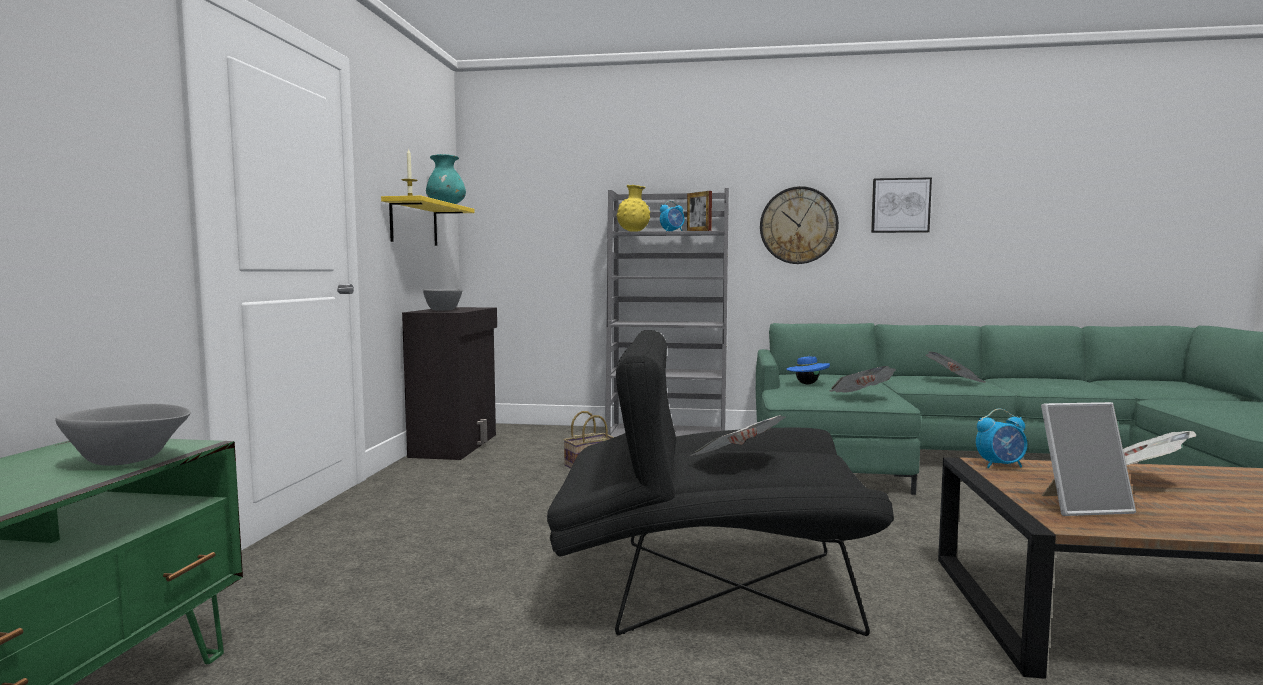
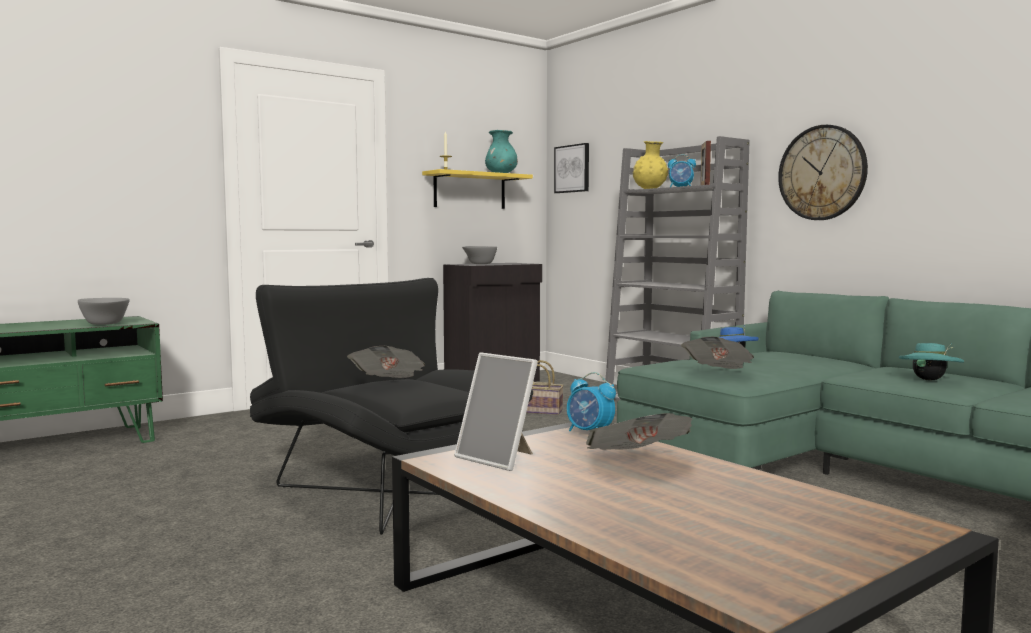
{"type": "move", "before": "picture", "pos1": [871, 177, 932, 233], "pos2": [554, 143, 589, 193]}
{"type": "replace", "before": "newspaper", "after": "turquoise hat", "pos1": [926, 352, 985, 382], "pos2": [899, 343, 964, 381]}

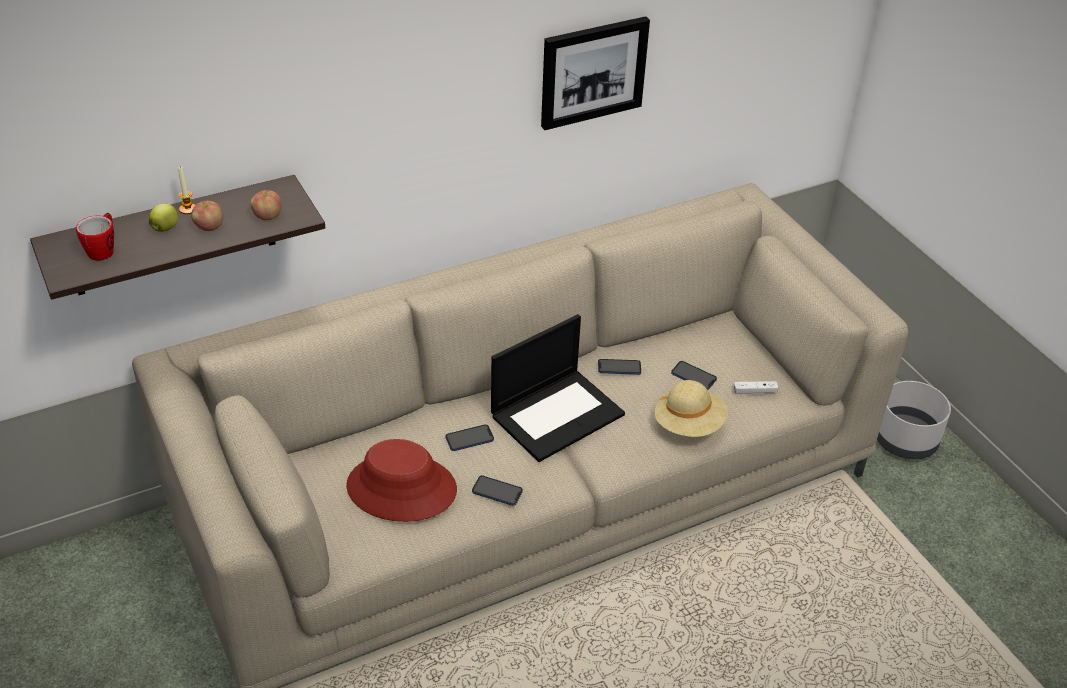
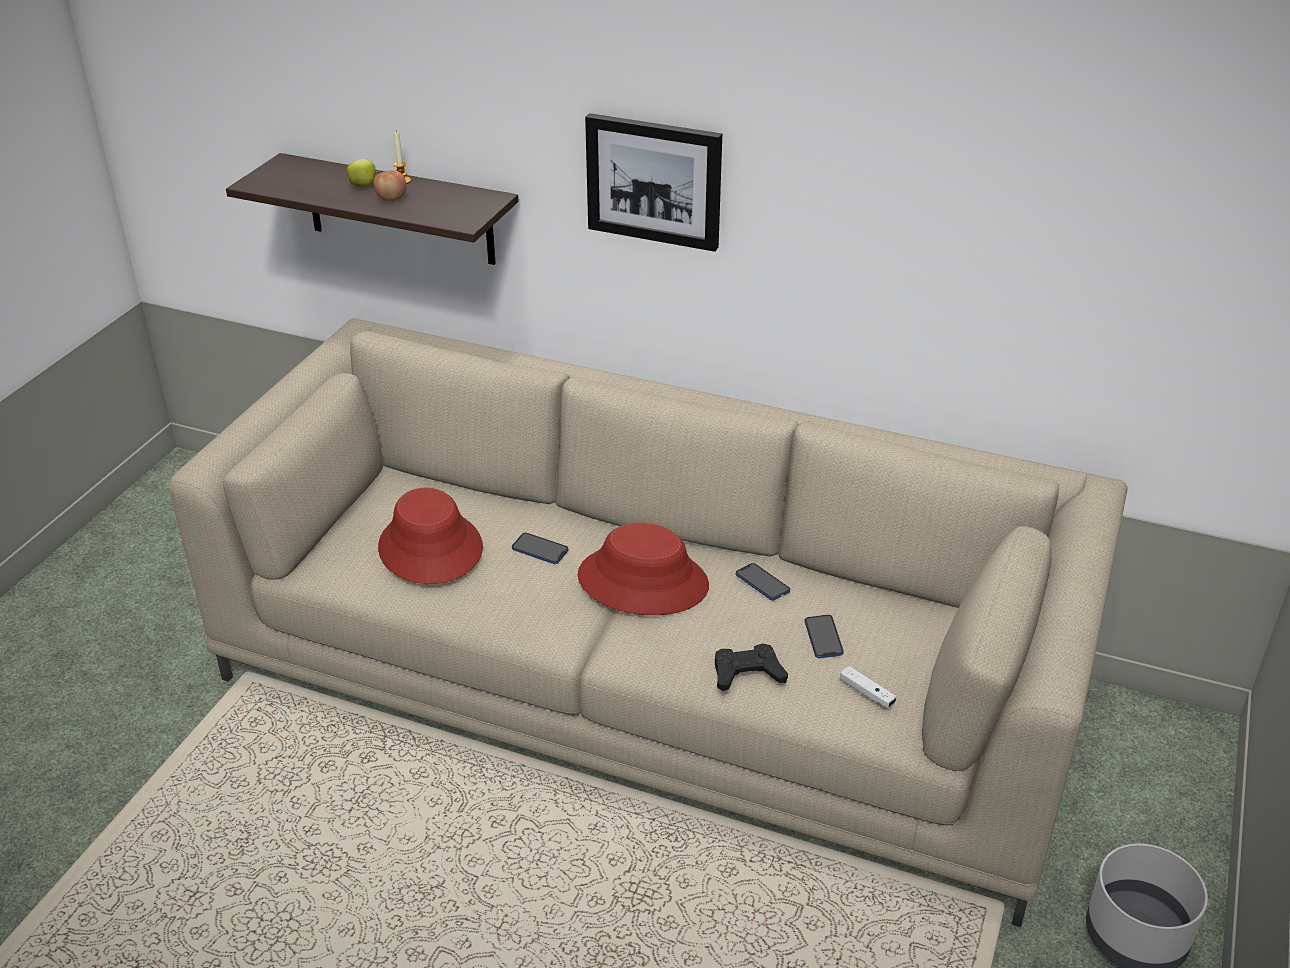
{"type": "move", "before": "picture", "pos1": [541, 16, 650, 130], "pos2": [585, 113, 722, 252]}
{"type": "delete", "before": "apple", "pos1": [250, 190, 282, 221]}
{"type": "delete", "before": "mug", "pos1": [76, 213, 114, 261]}
{"type": "replace", "before": "laptop", "after": "red hat", "pos1": [491, 314, 625, 462], "pos2": [578, 523, 709, 615]}
{"type": "replace", "before": "beige hat", "after": "black game controller", "pos1": [654, 380, 728, 437], "pos2": [715, 644, 788, 691]}
{"type": "delete", "before": "phone", "pos1": [472, 475, 523, 506]}

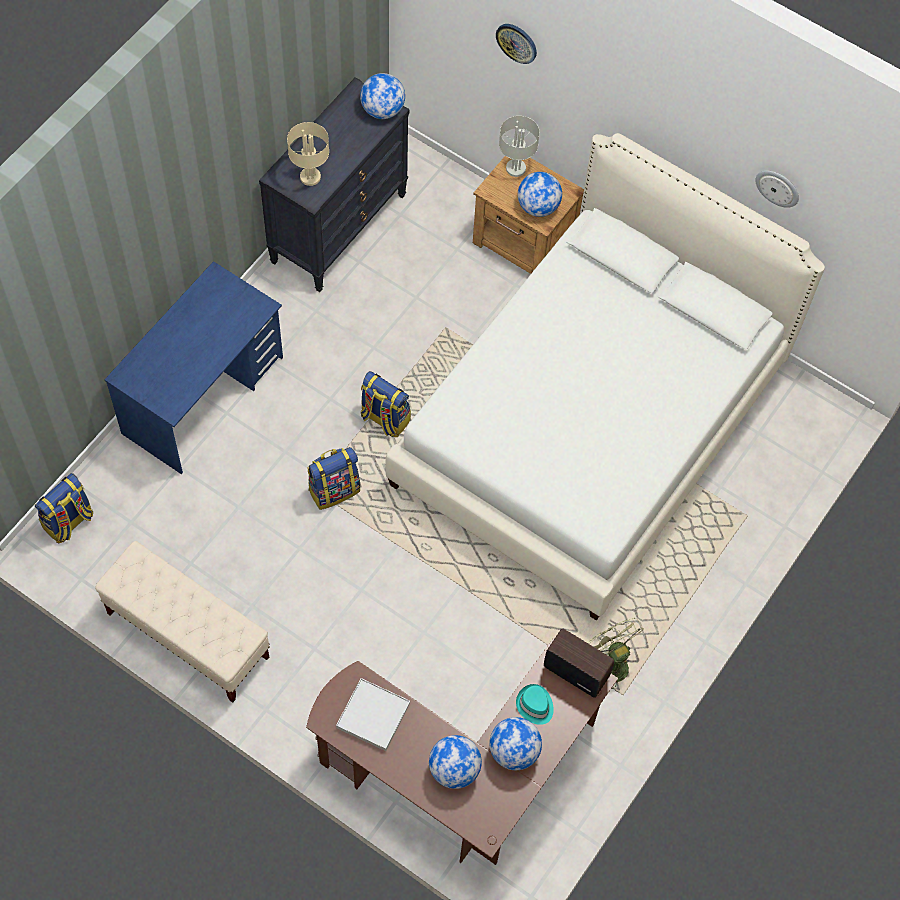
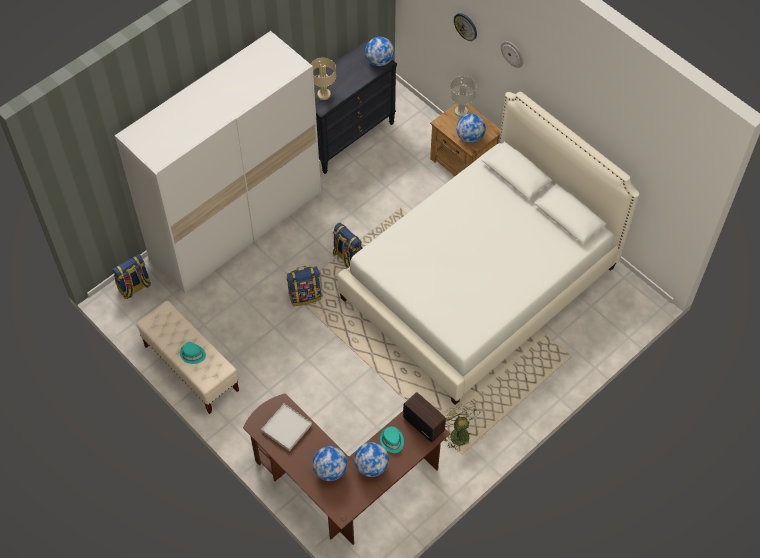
{"type": "move", "before": "wall clock", "pos1": [756, 171, 799, 208], "pos2": [501, 41, 523, 68]}
{"type": "replace", "before": "blue desk", "after": "white wardrobe", "pos1": [104, 261, 283, 474], "pos2": [115, 31, 321, 293]}
{"type": "insert", "after": "turquoise hat", "pos2": [180, 342, 206, 364]}

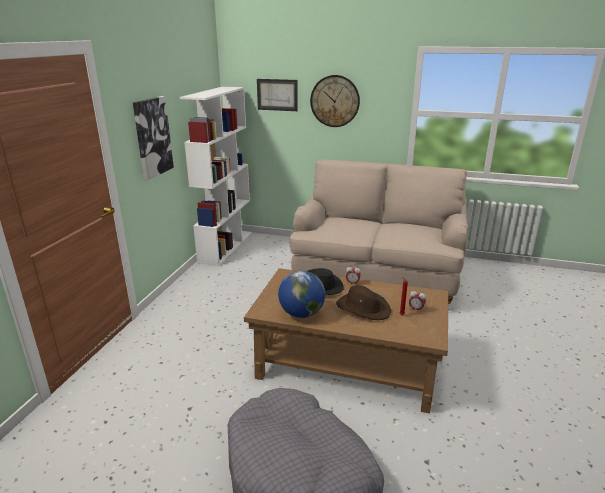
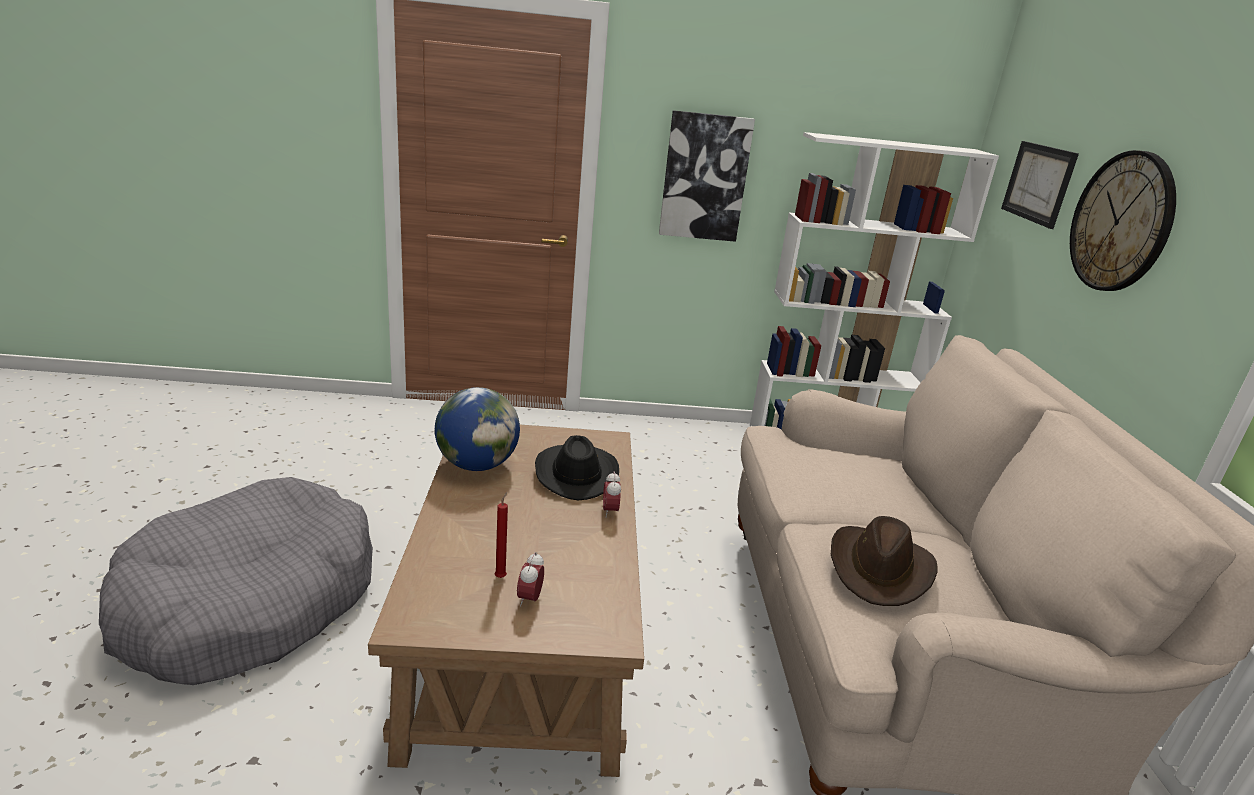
{"type": "move", "before": "brown hat", "pos1": [336, 285, 391, 320], "pos2": [831, 516, 938, 606]}

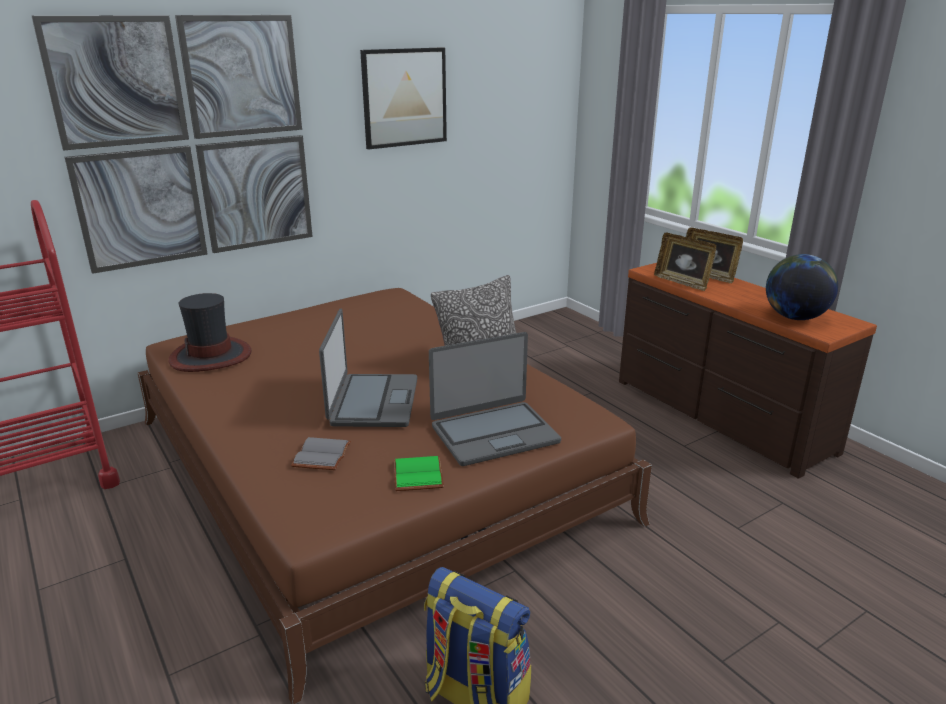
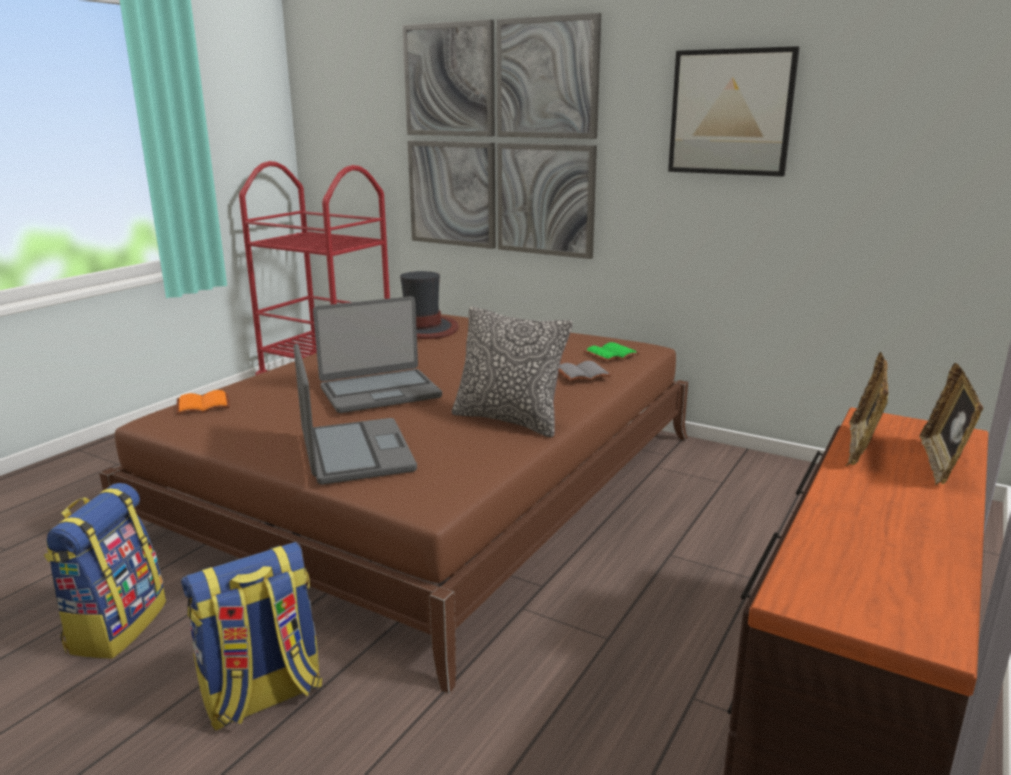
{"type": "delete", "before": "globe", "pos1": [766, 254, 838, 320]}
{"type": "rotate", "before": "laptop", "pos1": [429, 332, 561, 466], "pos2": [294, 343, 417, 485], "turn": -150}
{"type": "move", "before": "grey book", "pos1": [291, 437, 351, 470], "pos2": [559, 361, 612, 381]}
{"type": "move", "before": "green book", "pos1": [394, 456, 444, 491], "pos2": [584, 342, 640, 361]}
{"type": "insert", "after": "orange book", "pos2": [176, 390, 230, 415]}
{"type": "insert", "after": "backpack", "pos2": [181, 542, 322, 731]}

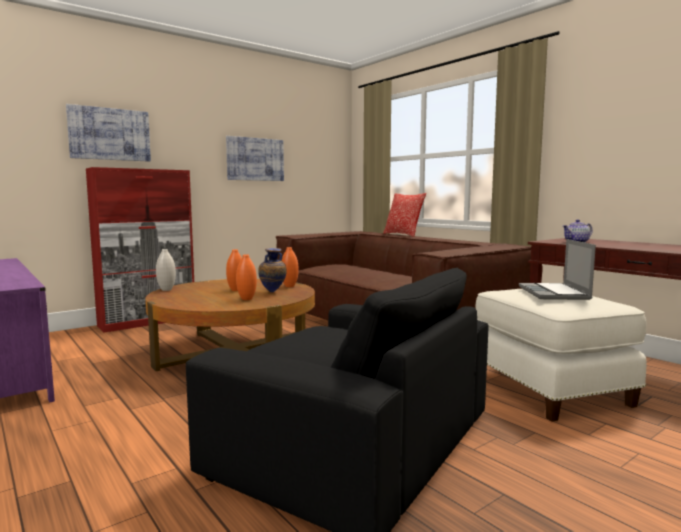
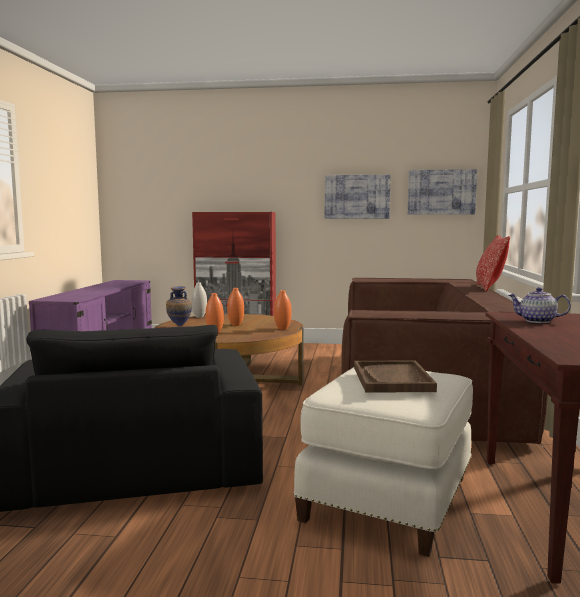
{"type": "move", "before": "picture", "pos1": [66, 104, 151, 162], "pos2": [408, 169, 477, 215]}
{"type": "replace", "before": "laptop", "after": "brown tray", "pos1": [519, 239, 596, 300], "pos2": [354, 361, 437, 392]}
{"type": "move", "before": "vase", "pos1": [258, 248, 287, 292], "pos2": [166, 286, 192, 326]}

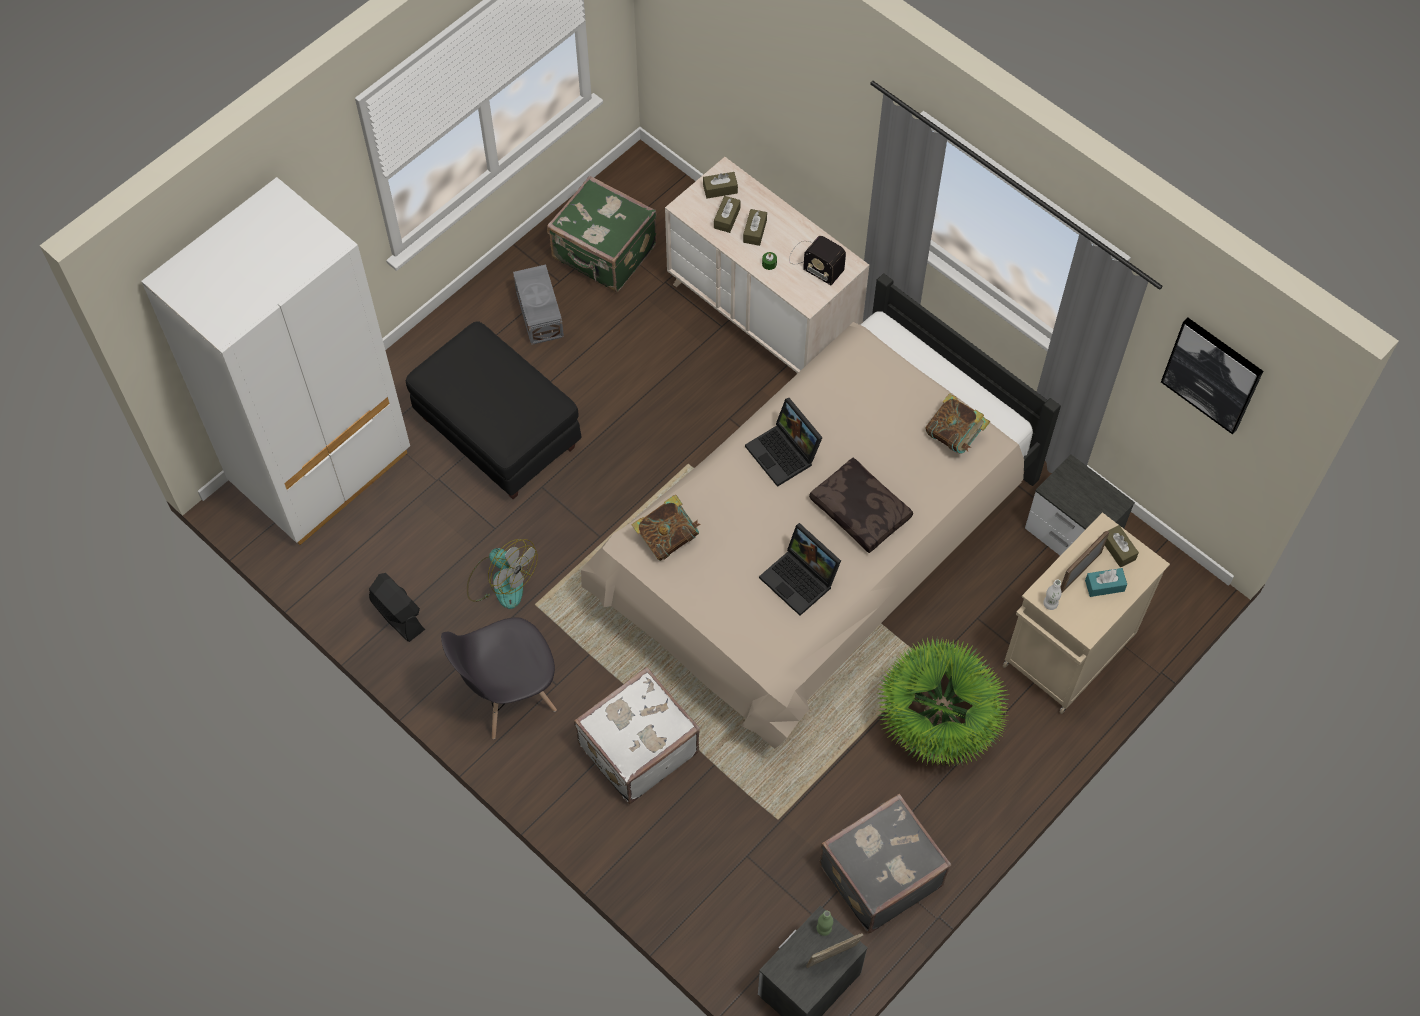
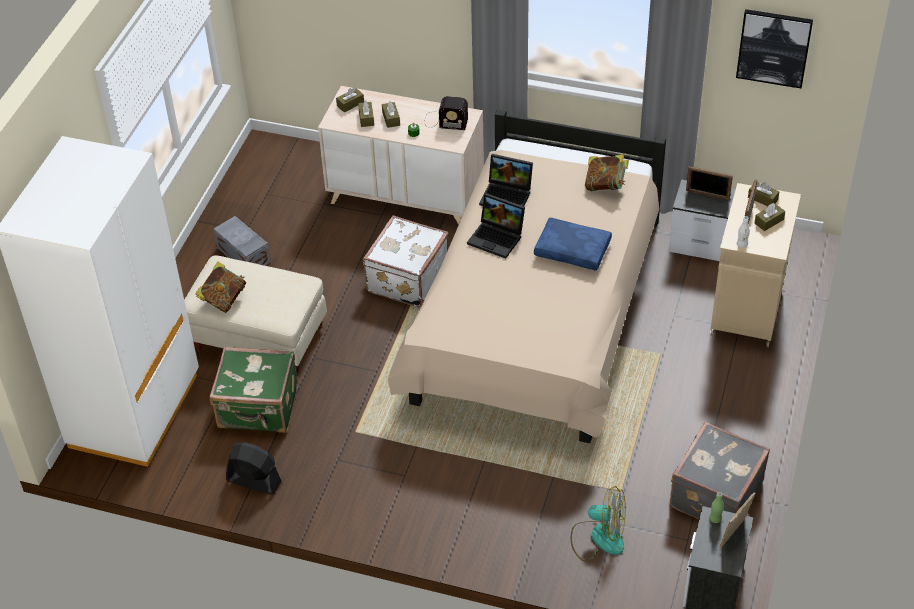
{"type": "move", "before": "green suitcase", "pos1": [547, 175, 657, 292], "pos2": [210, 347, 298, 433]}
{"type": "recolor", "before": "black ottoman", "after": "beige ottoman", "pos1": [406, 321, 581, 499], "pos2": [184, 255, 327, 373]}
{"type": "recolor", "before": "brown pillow", "after": "blue pillow", "pos1": [809, 457, 913, 553], "pos2": [534, 217, 612, 271]}
{"type": "move", "before": "book", "pos1": [631, 495, 701, 561], "pos2": [195, 261, 246, 313]}
{"type": "move", "before": "laptop", "pos1": [759, 523, 841, 616], "pos2": [479, 154, 533, 206]}
{"type": "move", "before": "fan", "pos1": [467, 539, 538, 609], "pos2": [571, 486, 626, 562]}
{"type": "recolor", "before": "turquoise tissue box", "after": "brown tissue box", "pos1": [1085, 568, 1127, 597], "pos2": [755, 203, 785, 231]}
{"type": "delete", "before": "grey chair", "pos1": [441, 617, 557, 739]}
{"type": "delete", "before": "potted plant", "pos1": [878, 638, 1010, 766]}
{"type": "move", "before": "white suitcase", "pos1": [574, 667, 700, 804], "pos2": [363, 215, 448, 308]}
{"type": "insert", "after": "picture frame", "pos2": [686, 166, 733, 200]}

